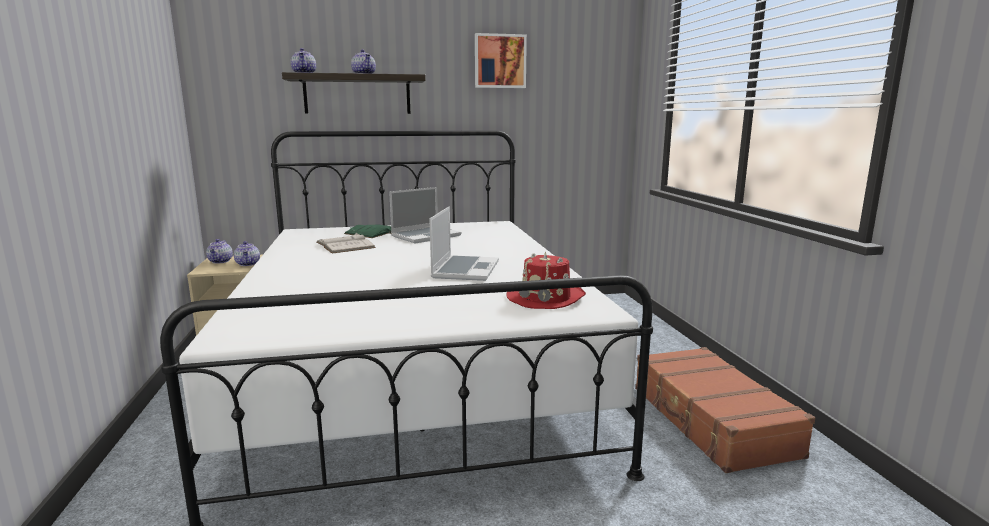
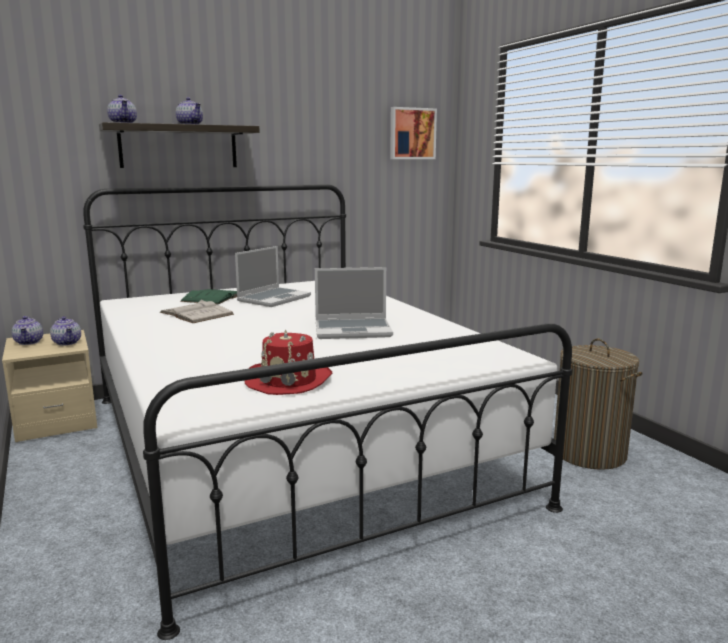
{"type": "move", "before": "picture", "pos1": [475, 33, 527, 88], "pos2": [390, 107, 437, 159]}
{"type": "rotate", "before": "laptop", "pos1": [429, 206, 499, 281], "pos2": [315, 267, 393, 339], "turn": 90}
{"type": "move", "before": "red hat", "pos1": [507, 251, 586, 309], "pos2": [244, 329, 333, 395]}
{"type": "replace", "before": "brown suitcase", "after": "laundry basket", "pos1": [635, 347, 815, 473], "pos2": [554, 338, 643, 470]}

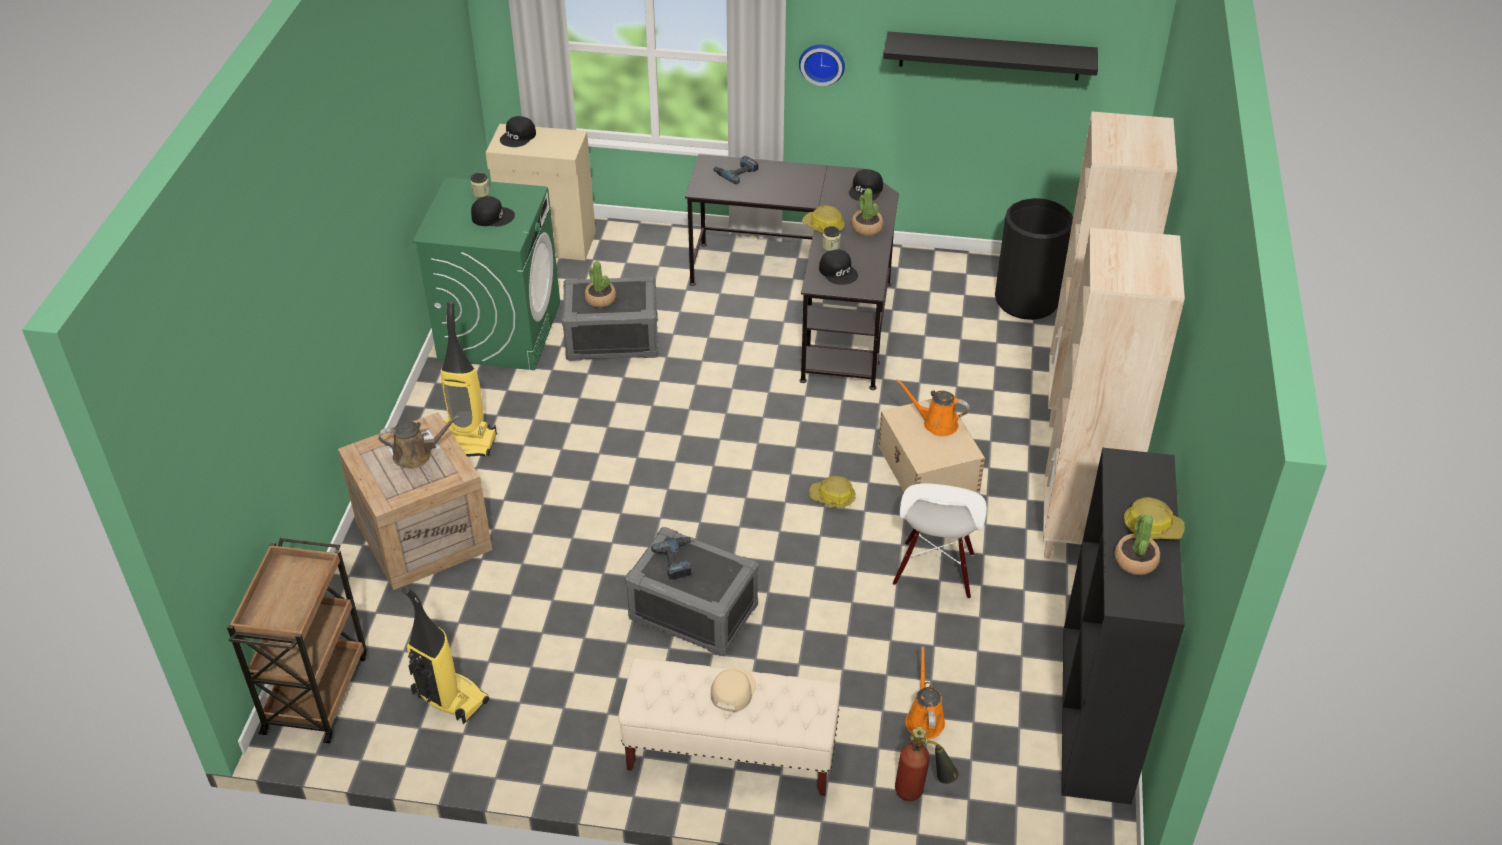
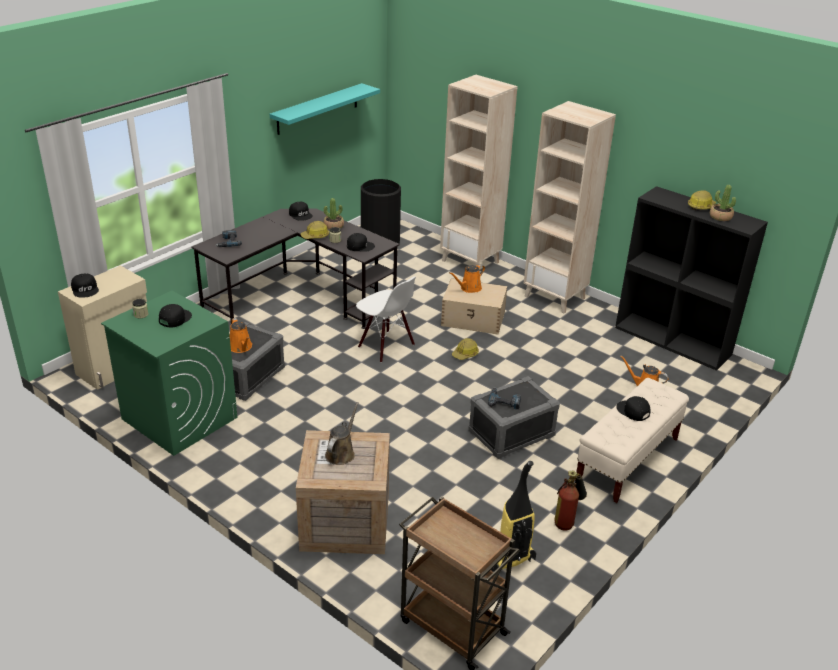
{"type": "recolor", "before": "black shelf", "after": "turquoise shelf", "pos1": [883, 31, 1098, 80], "pos2": [270, 83, 380, 135]}
{"type": "delete", "before": "wall clock", "pos1": [799, 45, 845, 86]}
{"type": "replace", "before": "potted plant", "after": "orange watering can", "pos1": [585, 261, 616, 308], "pos2": [230, 318, 252, 353]}
{"type": "delete", "before": "vacuum cleaner", "pos1": [441, 302, 497, 457]}
{"type": "move", "before": "white chair", "pos1": [893, 483, 987, 599], "pos2": [356, 277, 416, 363]}
{"type": "recolor", "before": "beige cap", "after": "black cap", "pos1": [711, 668, 756, 712], "pos2": [616, 396, 651, 421]}
{"type": "move", "before": "fire extinguisher", "pos1": [895, 727, 959, 801], "pos2": [554, 470, 587, 530]}

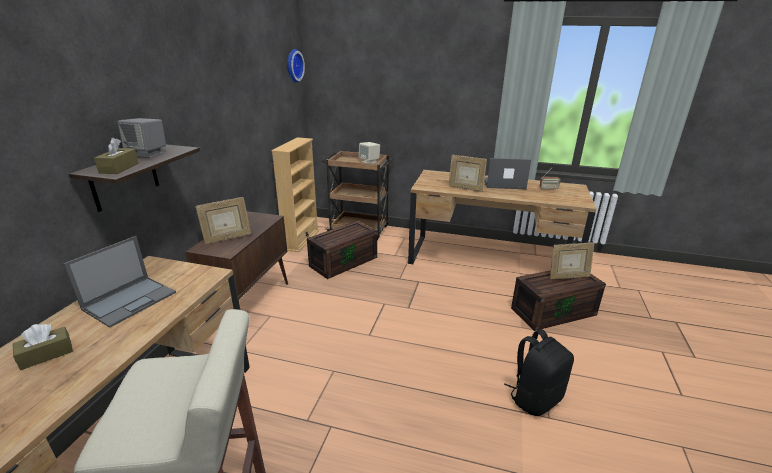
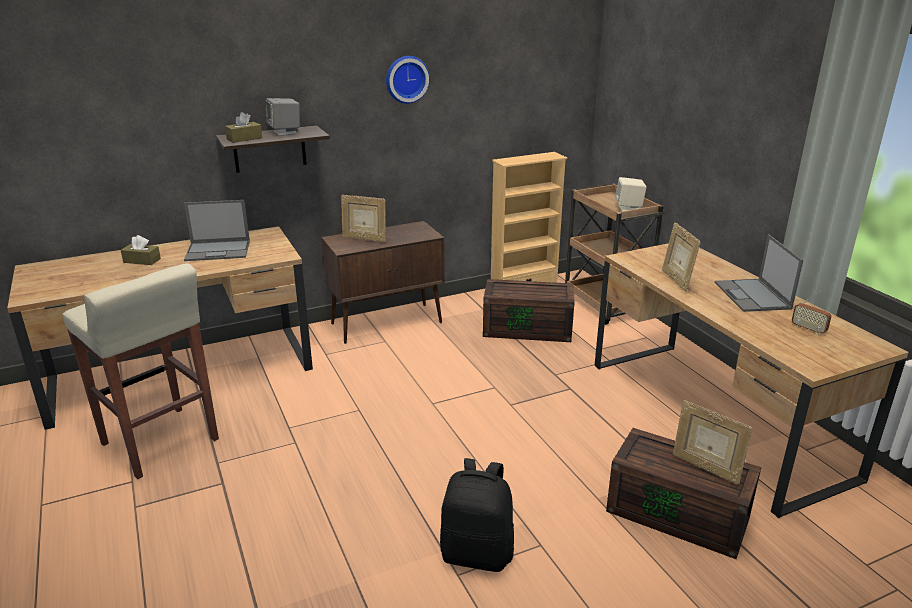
{"type": "move", "before": "wall clock", "pos1": [287, 49, 305, 83], "pos2": [386, 56, 430, 104]}
{"type": "rotate", "before": "laptop", "pos1": [484, 158, 531, 189], "pos2": [715, 235, 803, 312], "turn": -150}

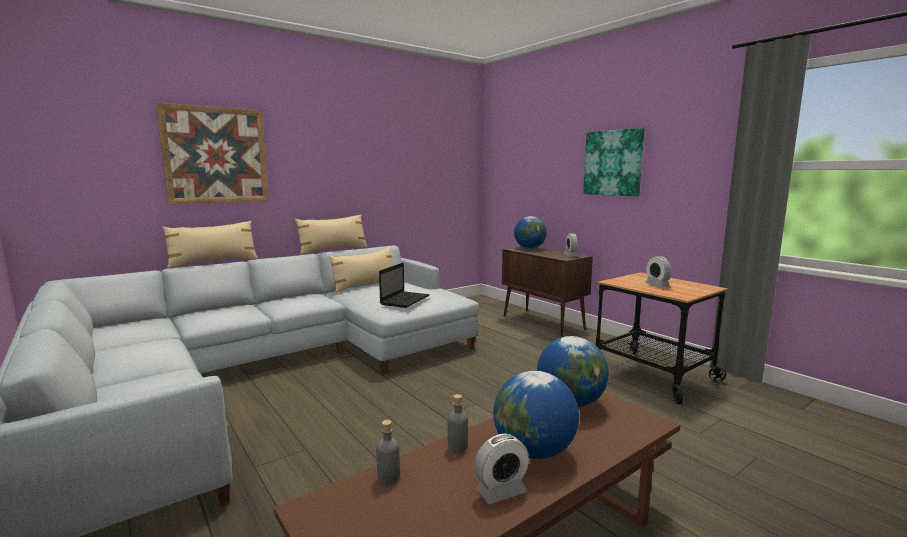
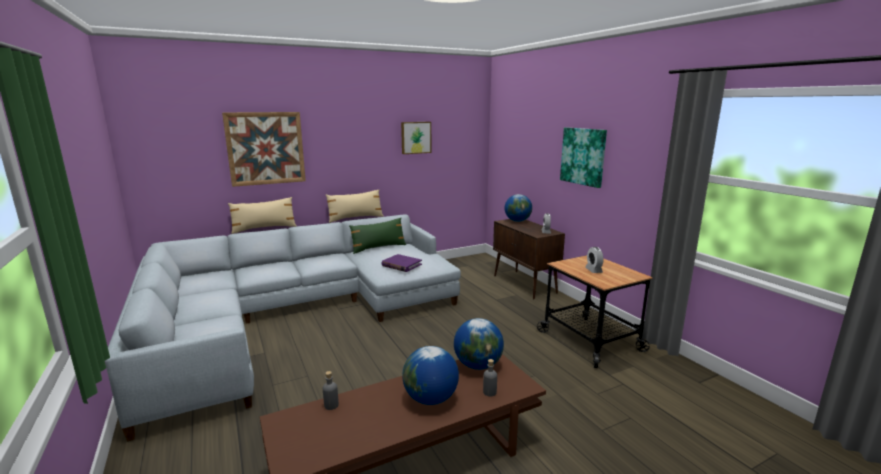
{"type": "recolor", "before": "beige pillow", "after": "green pillow", "pos1": [329, 248, 394, 293], "pos2": [349, 218, 406, 254]}
{"type": "replace", "before": "laptop", "after": "purple book", "pos1": [379, 263, 430, 308], "pos2": [381, 254, 422, 272]}
{"type": "move", "before": "grey bottle", "pos1": [447, 394, 468, 452], "pos2": [483, 359, 497, 397]}
{"type": "delete", "before": "alarm clock", "pos1": [474, 434, 529, 504]}
{"type": "insert", "after": "picture", "pos2": [401, 122, 431, 154]}

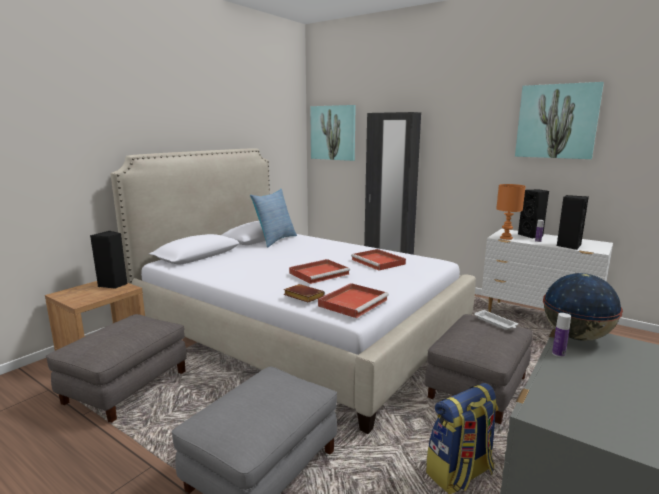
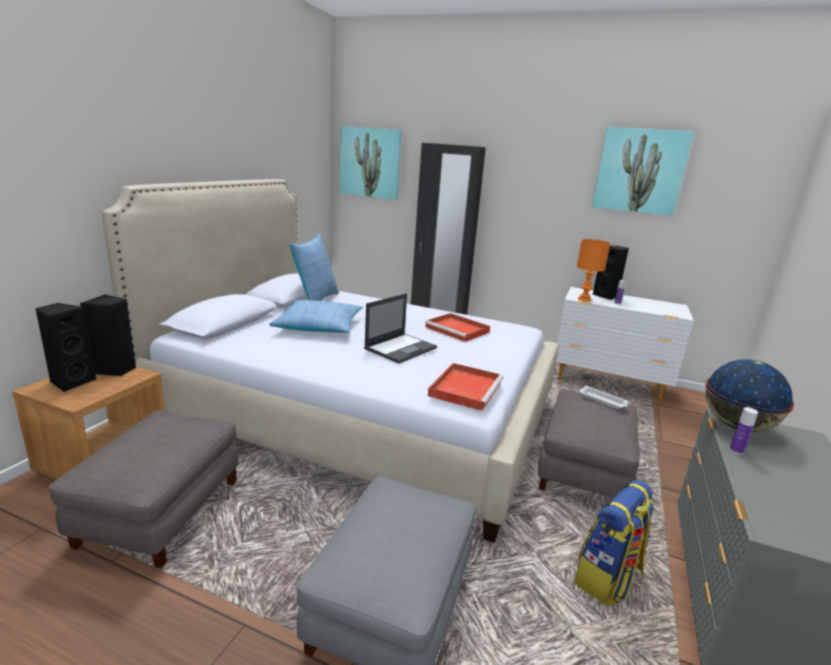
{"type": "move", "before": "black speaker", "pos1": [557, 195, 589, 250], "pos2": [35, 303, 96, 392]}
{"type": "replace", "before": "red tray", "after": "laptop", "pos1": [289, 259, 350, 284], "pos2": [364, 293, 437, 363]}
{"type": "delete", "before": "brown book", "pos1": [284, 284, 325, 302]}
{"type": "insert", "after": "pillow", "pos2": [269, 300, 363, 333]}

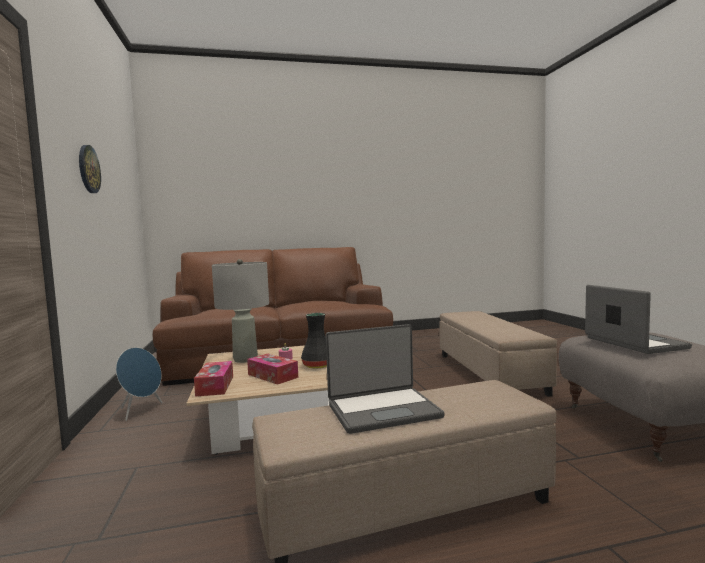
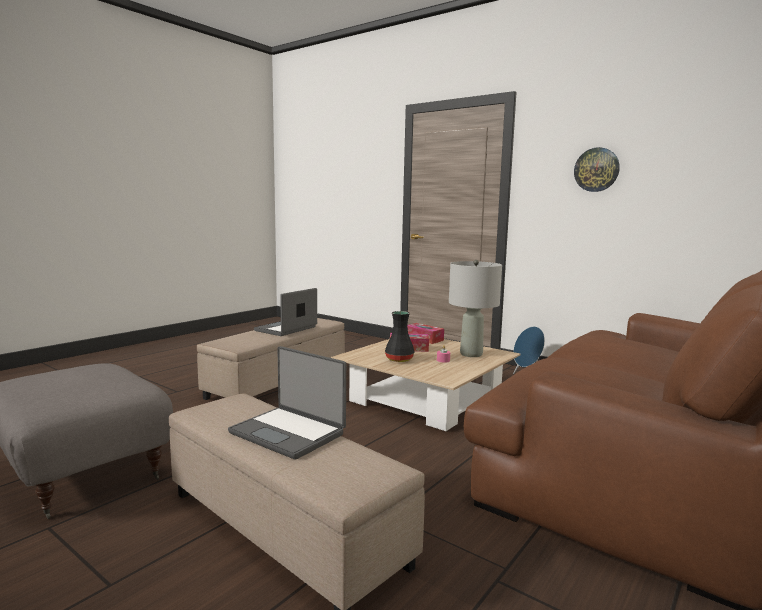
{"type": "move", "before": "laptop", "pos1": [585, 285, 692, 354], "pos2": [228, 346, 346, 460]}

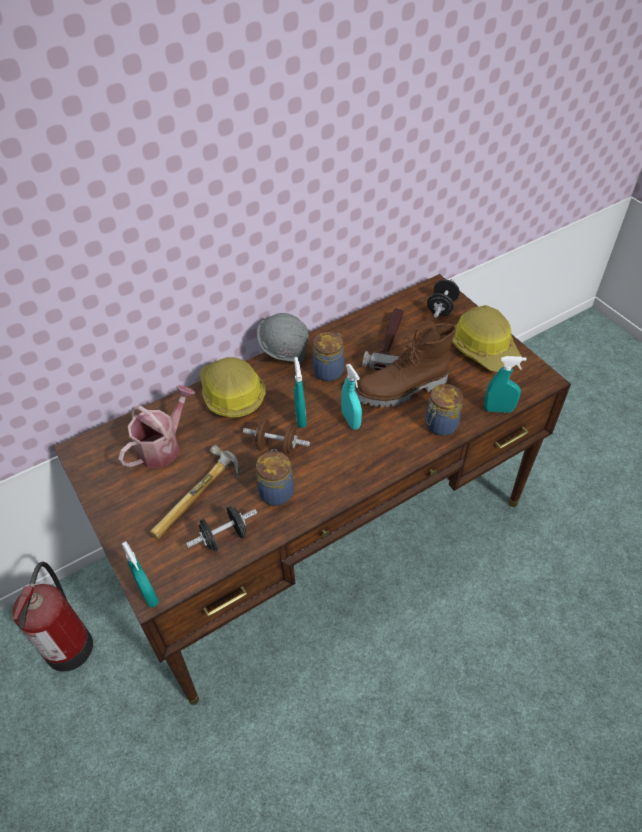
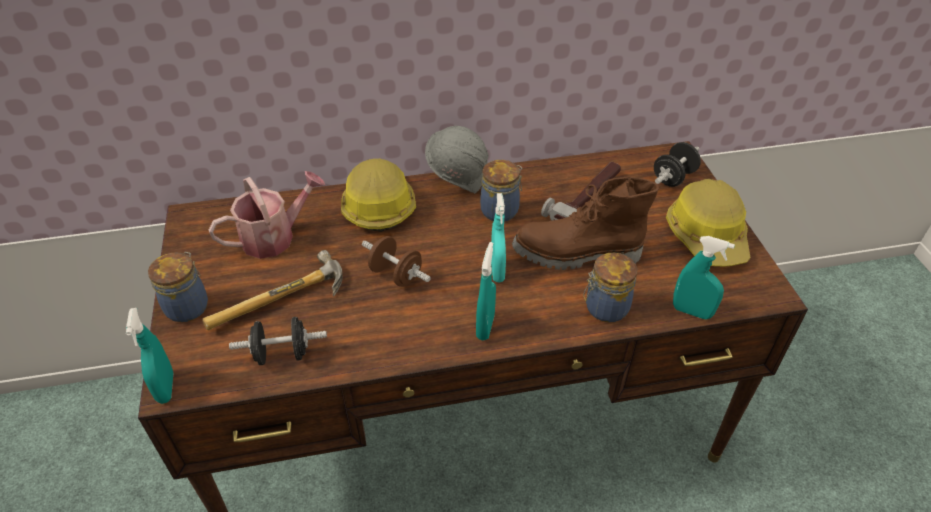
{"type": "move", "before": "turquoise spray bottle", "pos1": [294, 357, 307, 428], "pos2": [476, 242, 496, 340]}
{"type": "move", "before": "jar", "pos1": [256, 449, 294, 506], "pos2": [148, 252, 208, 322]}
{"type": "delete", "before": "fire extinguisher", "pos1": [13, 562, 93, 672]}

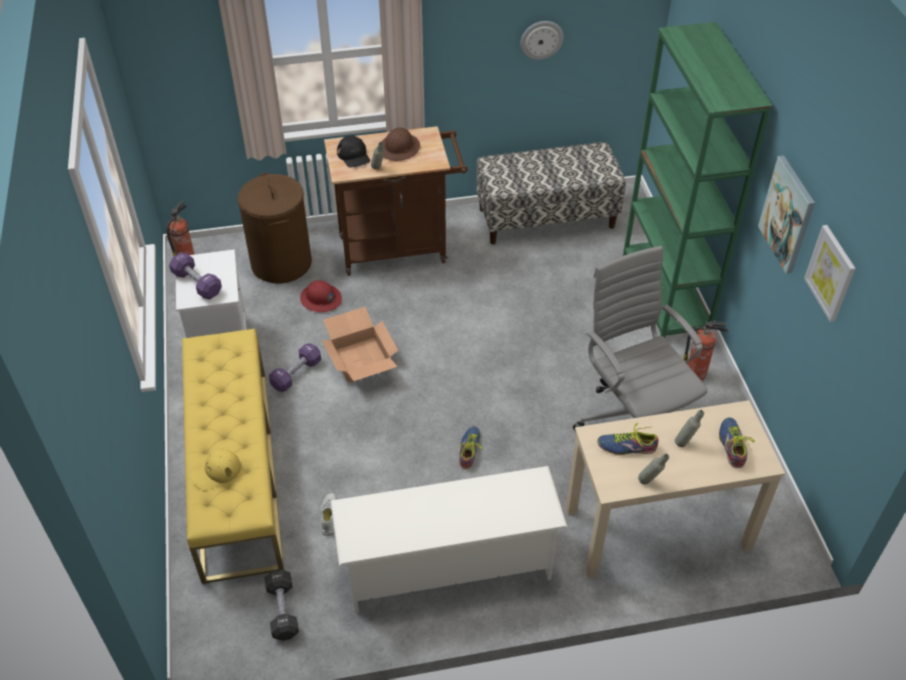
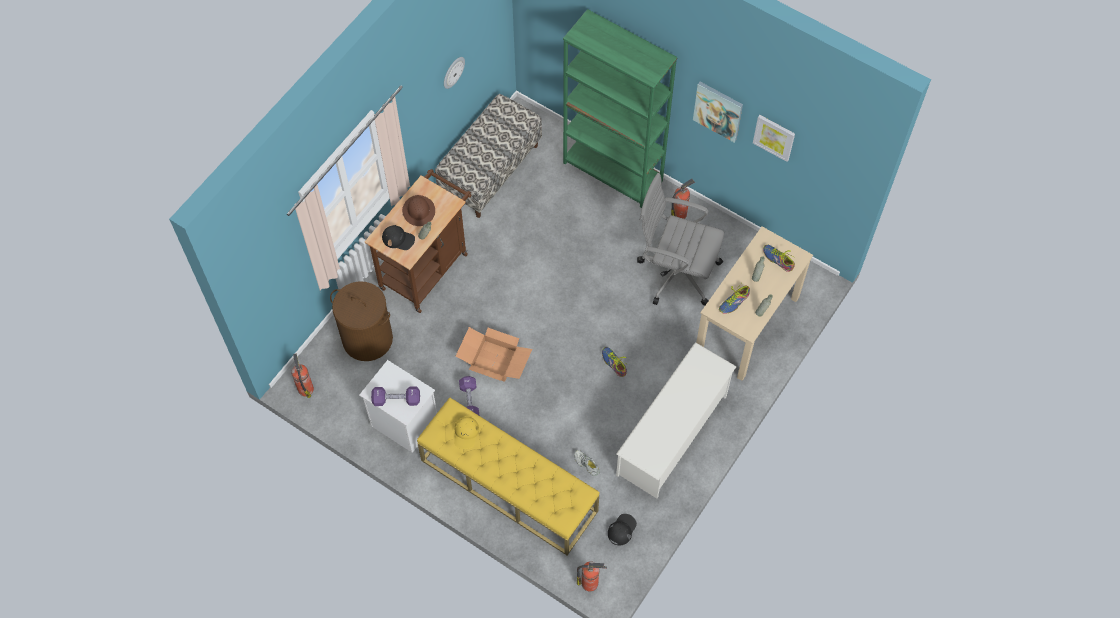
{"type": "delete", "before": "red hard hat", "pos1": [300, 280, 342, 312]}
{"type": "move", "before": "yellow cap", "pos1": [191, 449, 241, 490], "pos2": [454, 417, 479, 449]}
{"type": "replace", "before": "black dumbbell", "after": "black cap", "pos1": [264, 569, 299, 641], "pos2": [608, 514, 637, 546]}
{"type": "insert", "after": "fire extinguisher", "pos2": [577, 561, 607, 591]}

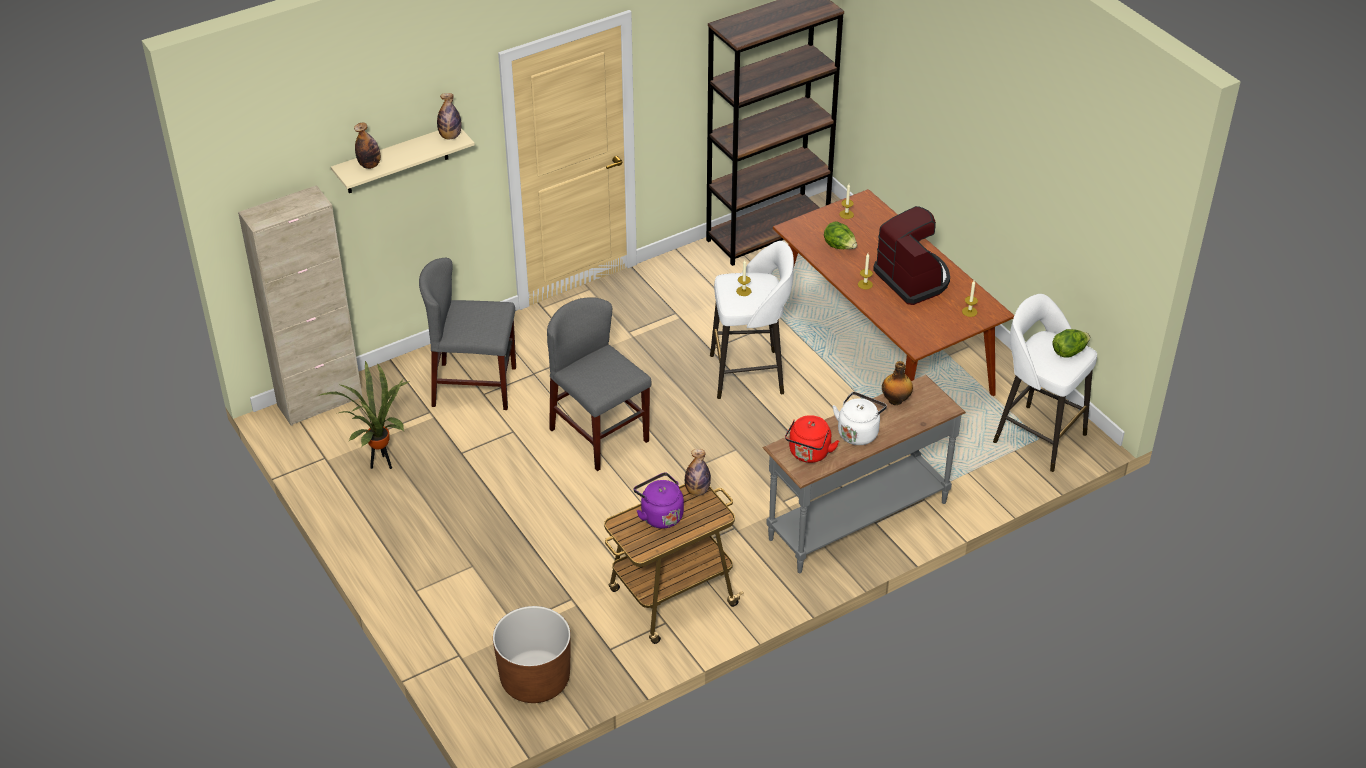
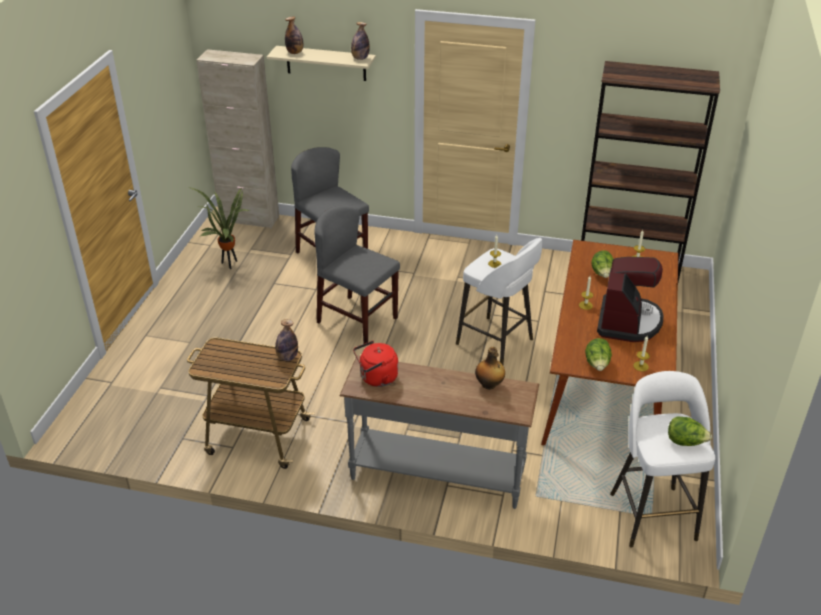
{"type": "rotate", "before": "grey chair", "pos1": [547, 298, 652, 471], "pos2": [314, 205, 400, 344], "turn": -60}
{"type": "delete", "before": "white kettle", "pos1": [833, 392, 887, 445]}
{"type": "delete", "before": "purple kettle", "pos1": [634, 473, 684, 529]}
{"type": "delete", "before": "brown planter", "pos1": [493, 606, 571, 703]}
{"type": "insert", "after": "lettuce", "pos2": [585, 338, 612, 371]}

